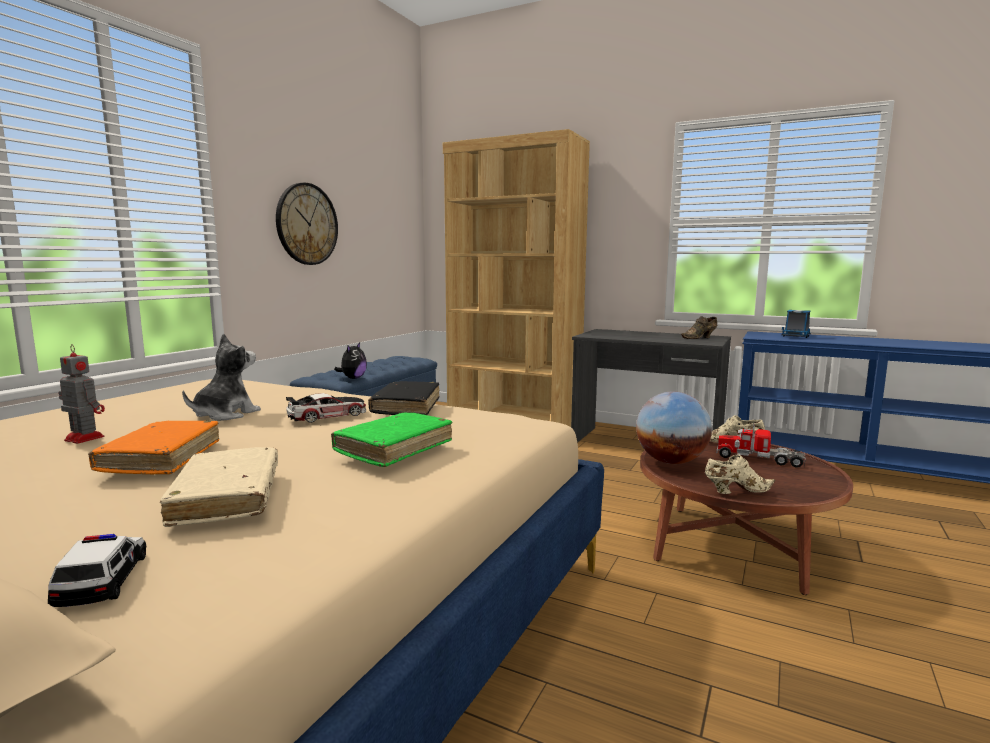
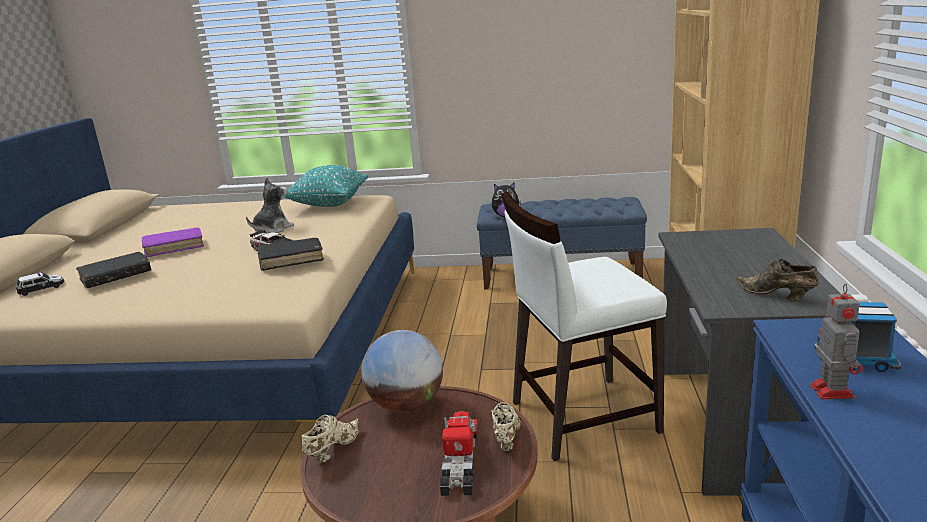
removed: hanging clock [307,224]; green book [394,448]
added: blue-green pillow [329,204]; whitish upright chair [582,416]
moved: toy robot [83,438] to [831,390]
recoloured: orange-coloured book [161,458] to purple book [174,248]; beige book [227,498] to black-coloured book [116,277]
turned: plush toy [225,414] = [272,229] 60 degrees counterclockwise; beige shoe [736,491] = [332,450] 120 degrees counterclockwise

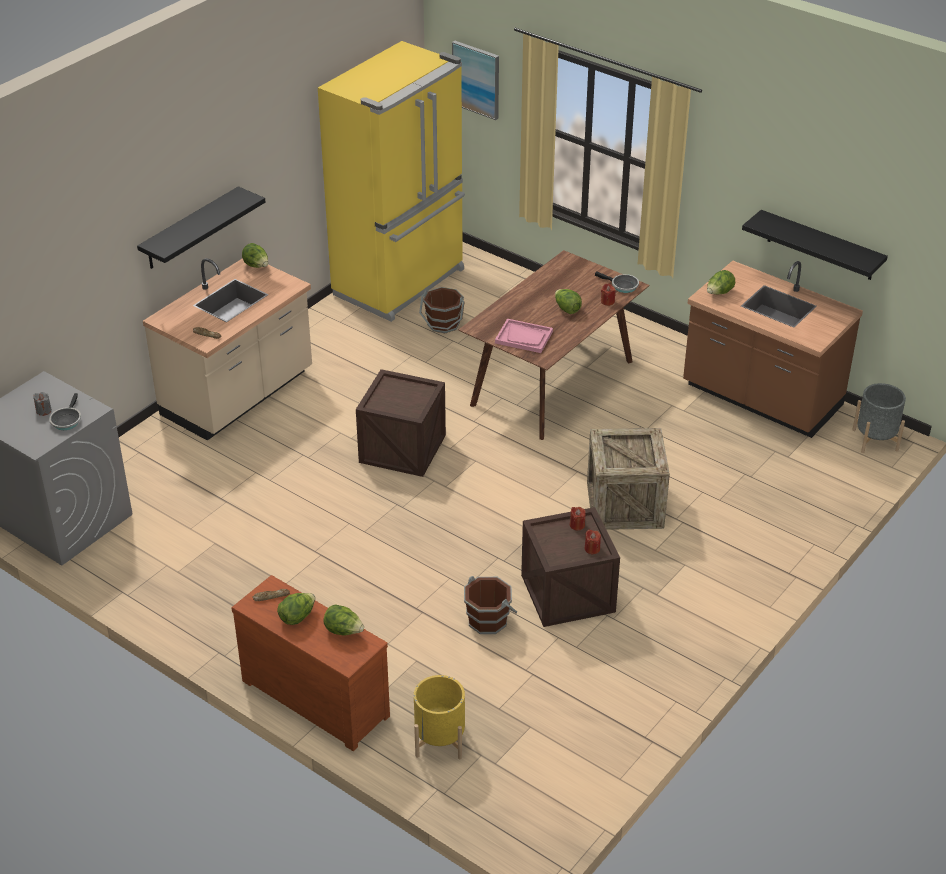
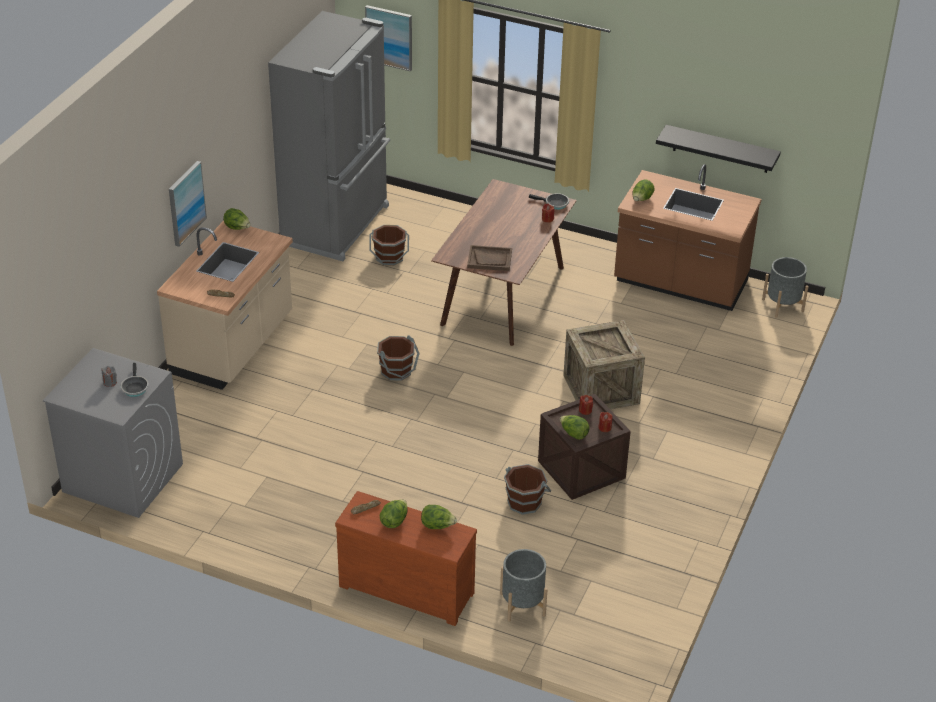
moved: lettuce [567,309] to [573,434]
replaced: black-coloured wall shelf [190,229] to wall art [186,203]; packing crate [402,448] to brown-coloured pail [397,371]
recoloured: yellow kitchen fridge [401,283] to gray kitchen fridge [338,225]; yellow planter [440,740] to gray planter [522,604]; pink-coloured carrying tray [524,337] to brown-coloured carrying tray [489,259]

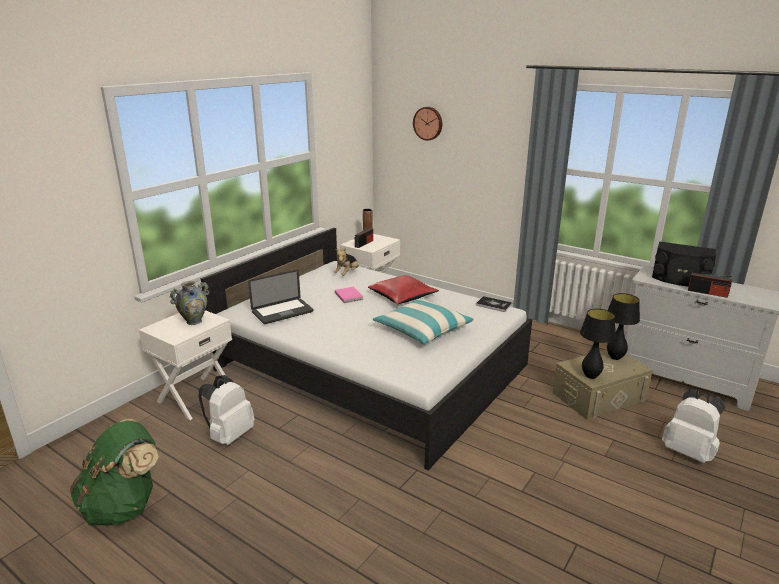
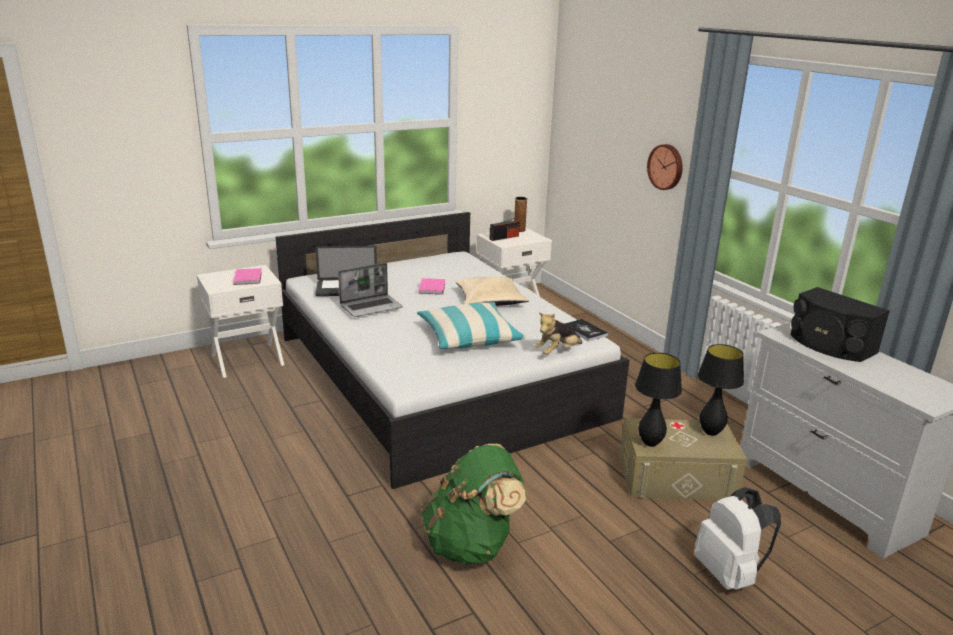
removed: whitish knapsack [229,435]; radio [707,293]
added: notebook computer [371,307]
moved: green knapsack [124,506] to [472,544]; plush toy [347,274] to [557,352]; hanging clock [428,123] to [666,167]
replaced: flower vase [194,321] to pink-coloured book [248,278]
recoloured: reddish pillow [402,296] to beige pillow [490,300]

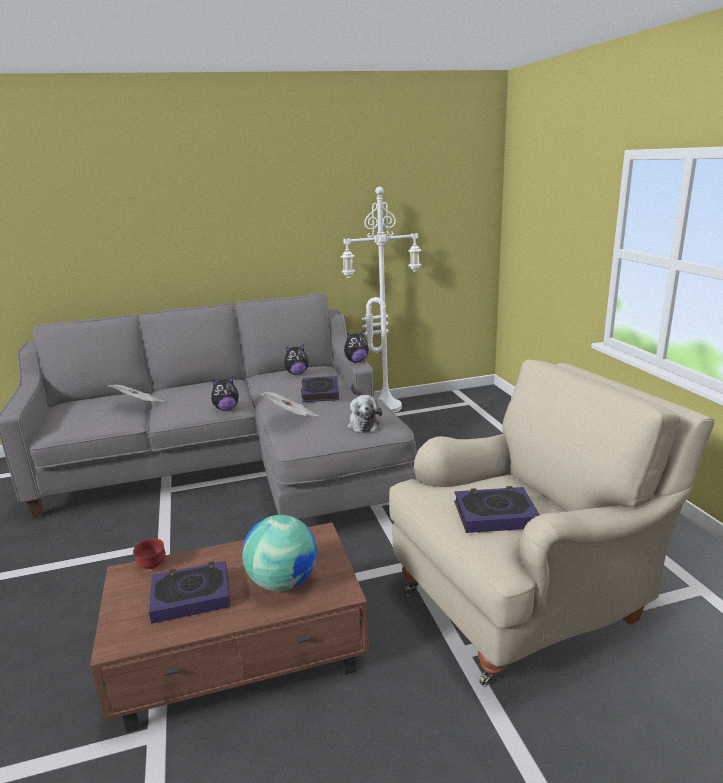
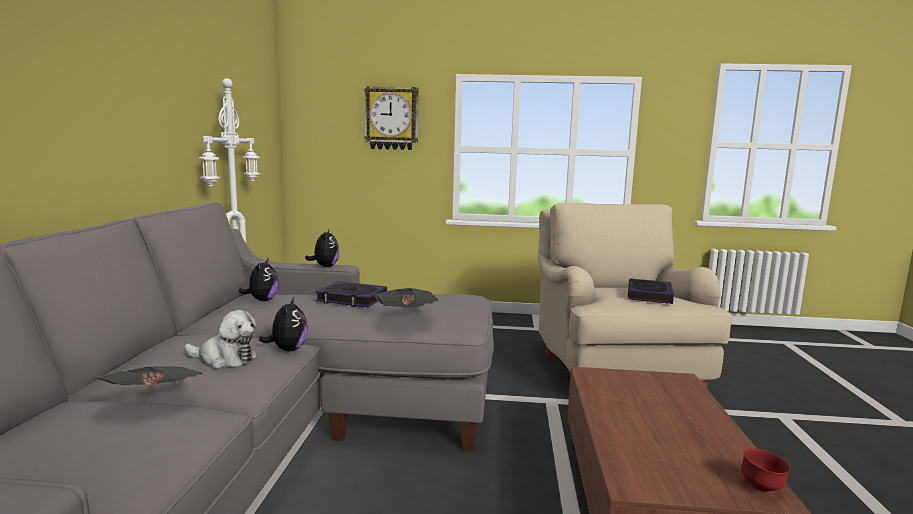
removed: book [191,596]; desk globe [282,582]
added: hanging clock [392,118]
moved: reddish bowl [152,566] to [762,488]; plush toy [363,424] to [225,359]

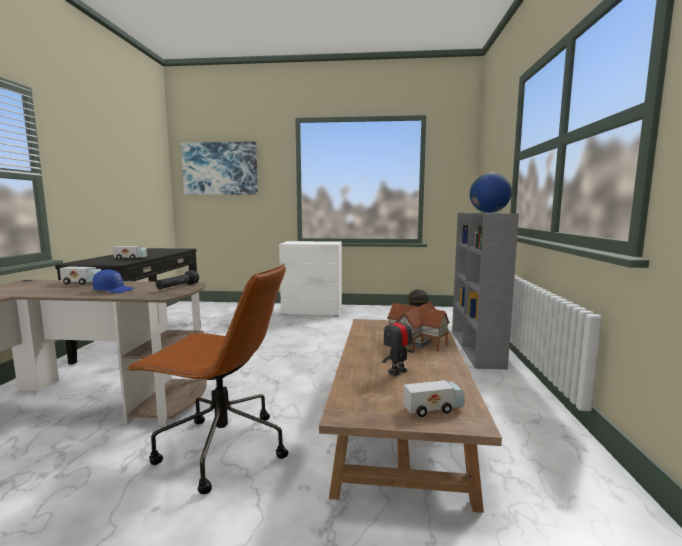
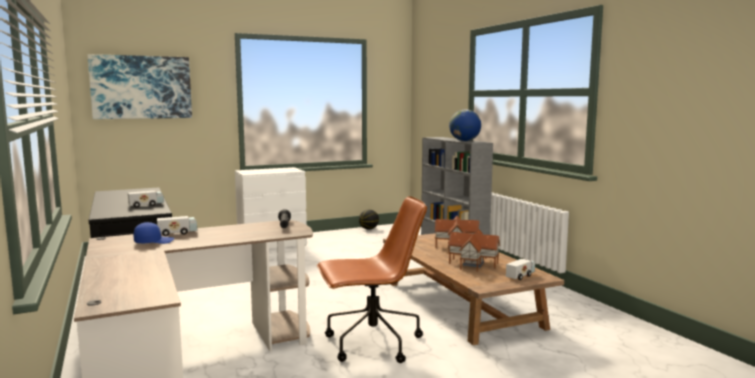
moved: blue-coloured baseball cap [114,290] to [154,242]
replaced: toy robot [397,372] to miniature house [474,264]

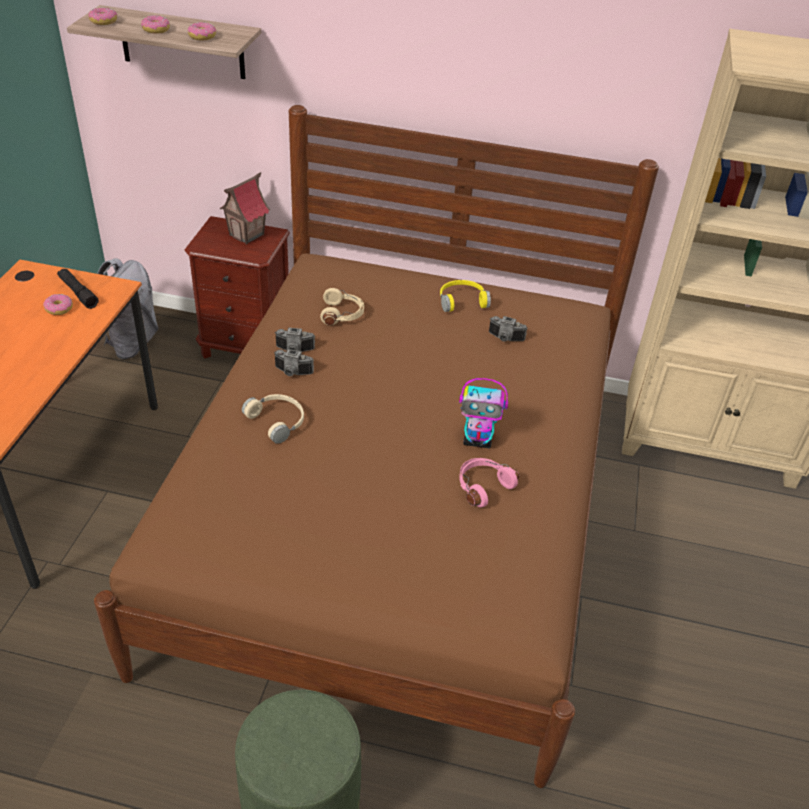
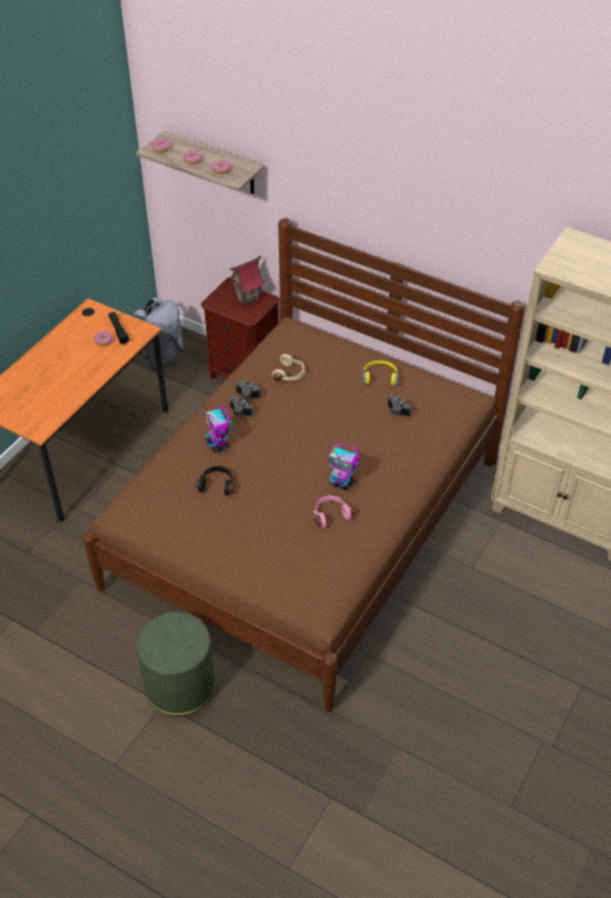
added: black-coloured pair of headphones [217,484]
replaced: beige pair of headphones [278,421] to toy robot [218,445]

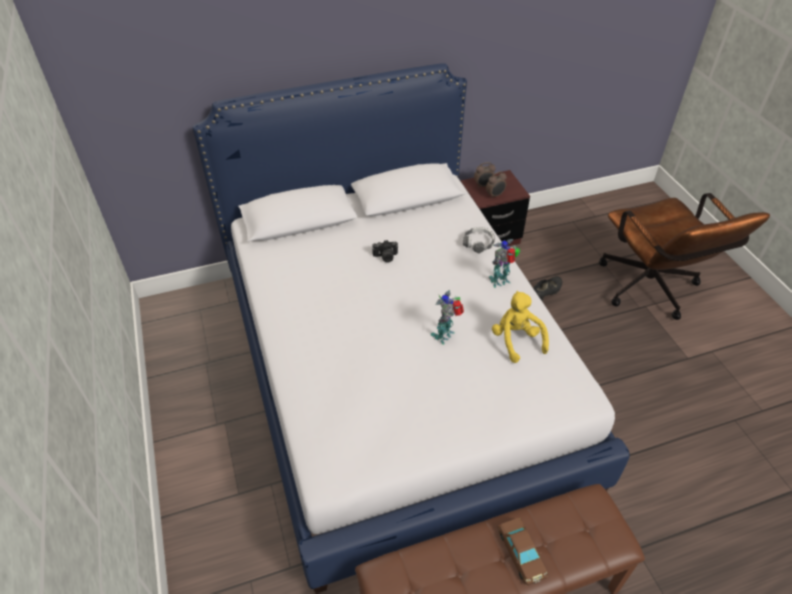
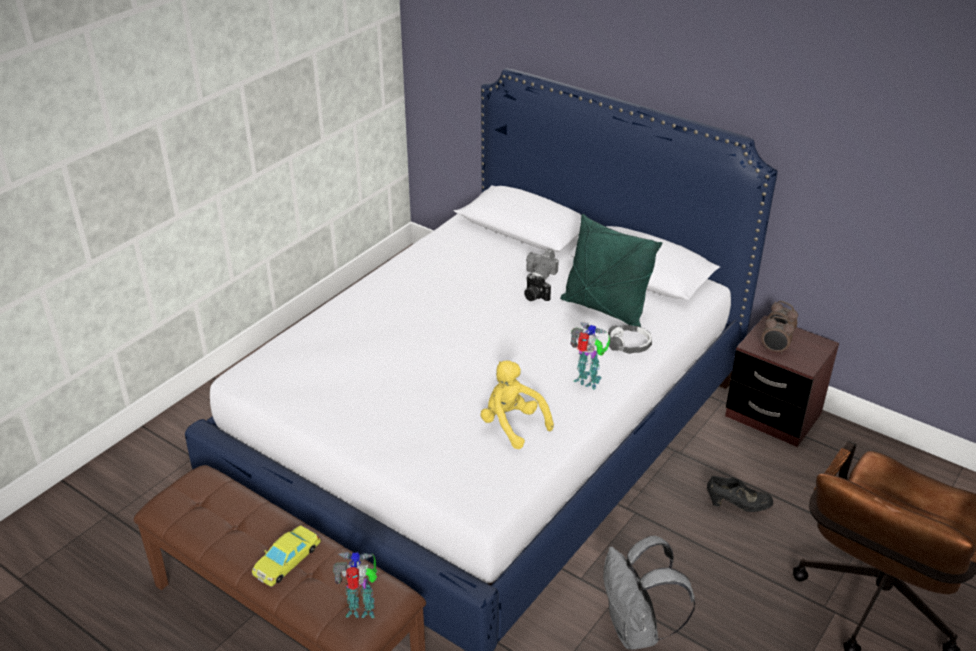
added: photo camera [541,274]; green pillow [605,309]; gray knapsack [636,630]
moved: toy robot [445,335] to [362,611]
recoloured: brown-coloured miniature car [521,552] to yellow miniature car [286,559]
turned: yellow plush toy [516,340] = [512,425] 75 degrees counterclockwise

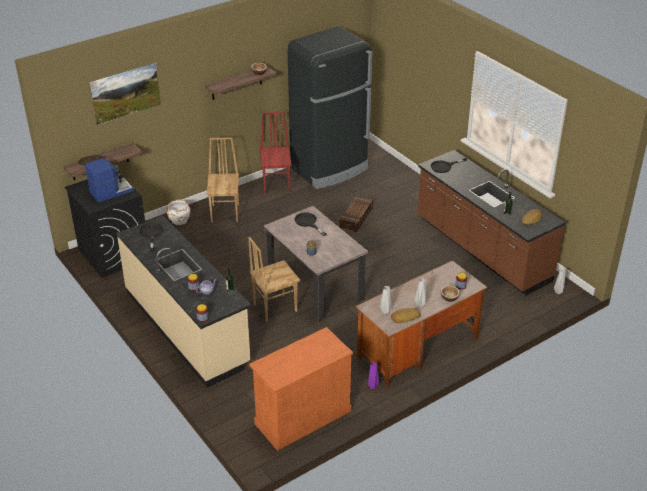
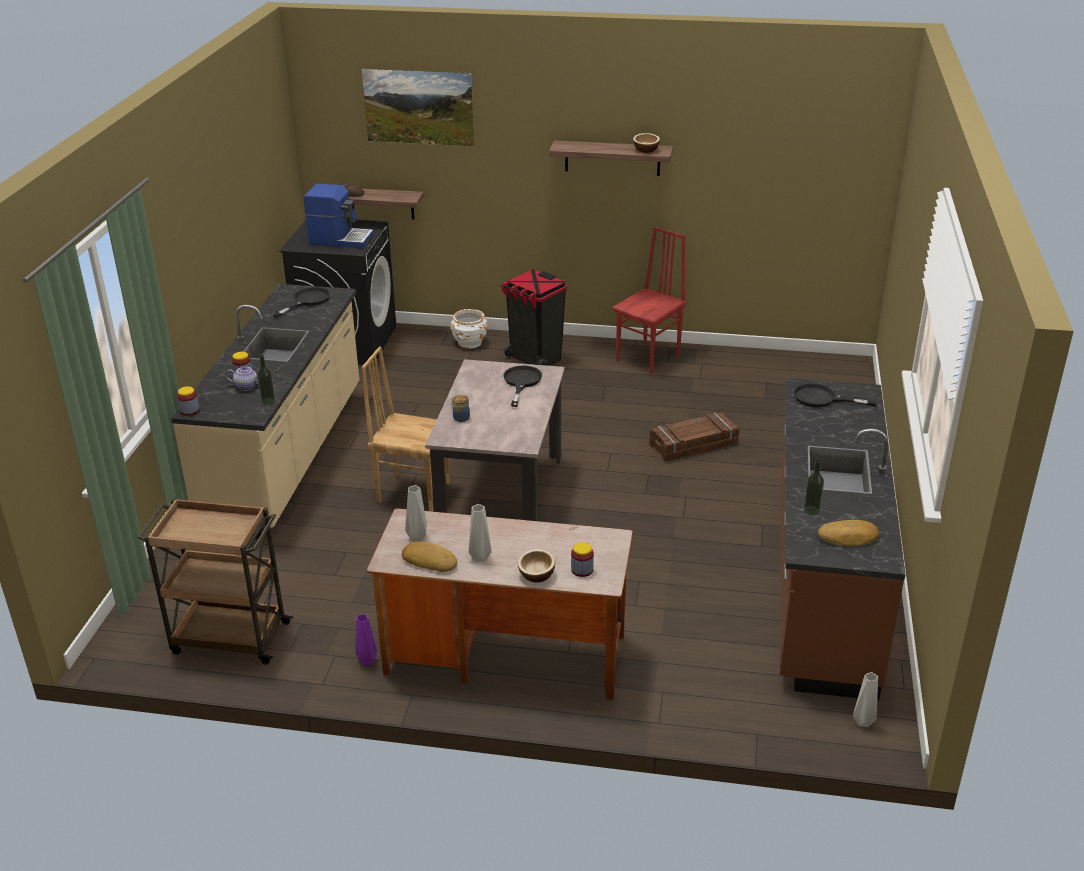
removed: black-coloured kitchen fridge [330,169]
replaced: brown-coloured upright chair [225,213] to black-coloured waste bin [535,359]; orange-coloured cupboard [302,417] to brown-coloured cart [228,637]

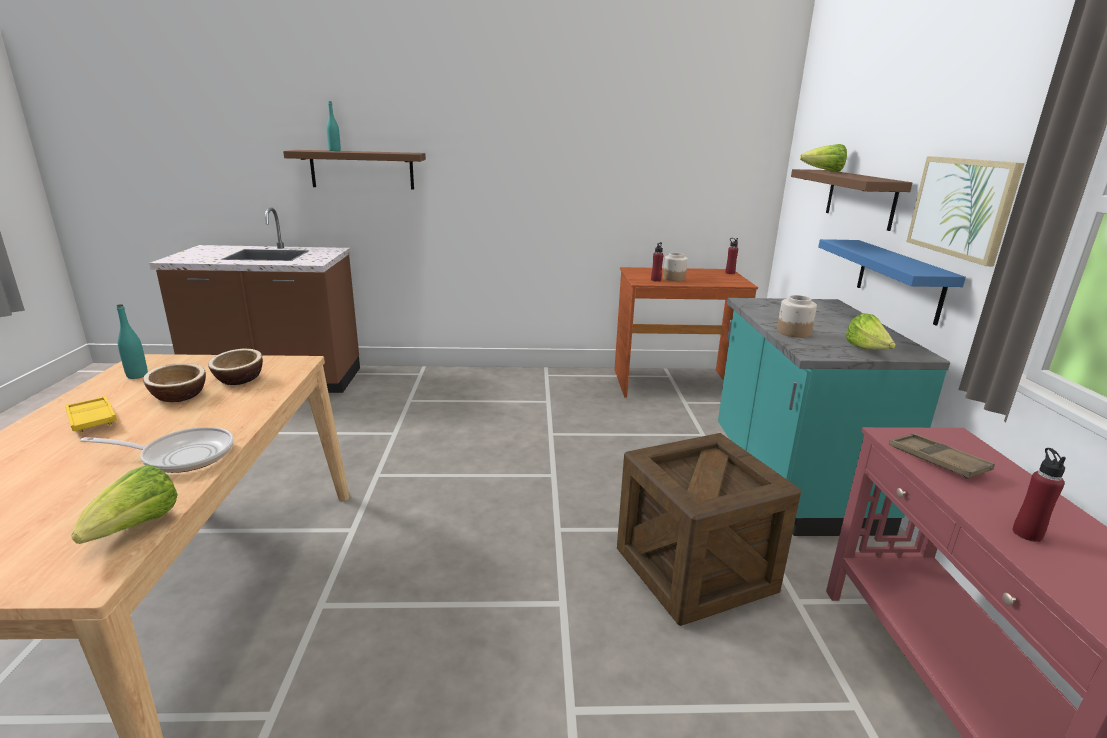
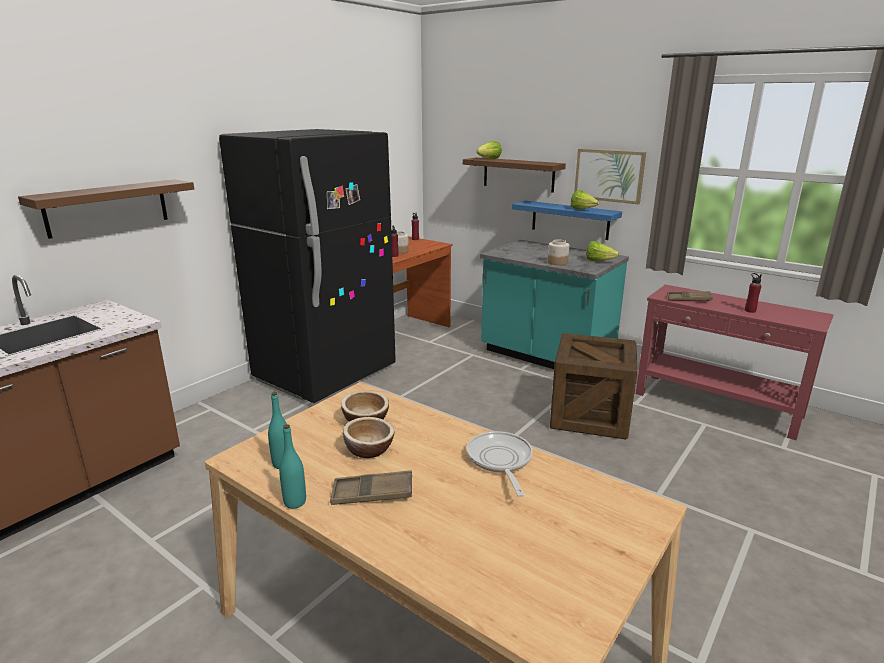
added: black-coloured kitchen fridge [326,374]
moved: lettuce [135,528] to [583,210]; blue-green bottle [334,150] to [295,502]
recoloured: yellow carrying tray [92,419] to brown-coloured carrying tray [372,493]
turned: frying pan [181,456] = [500,461] 45 degrees counterclockwise

